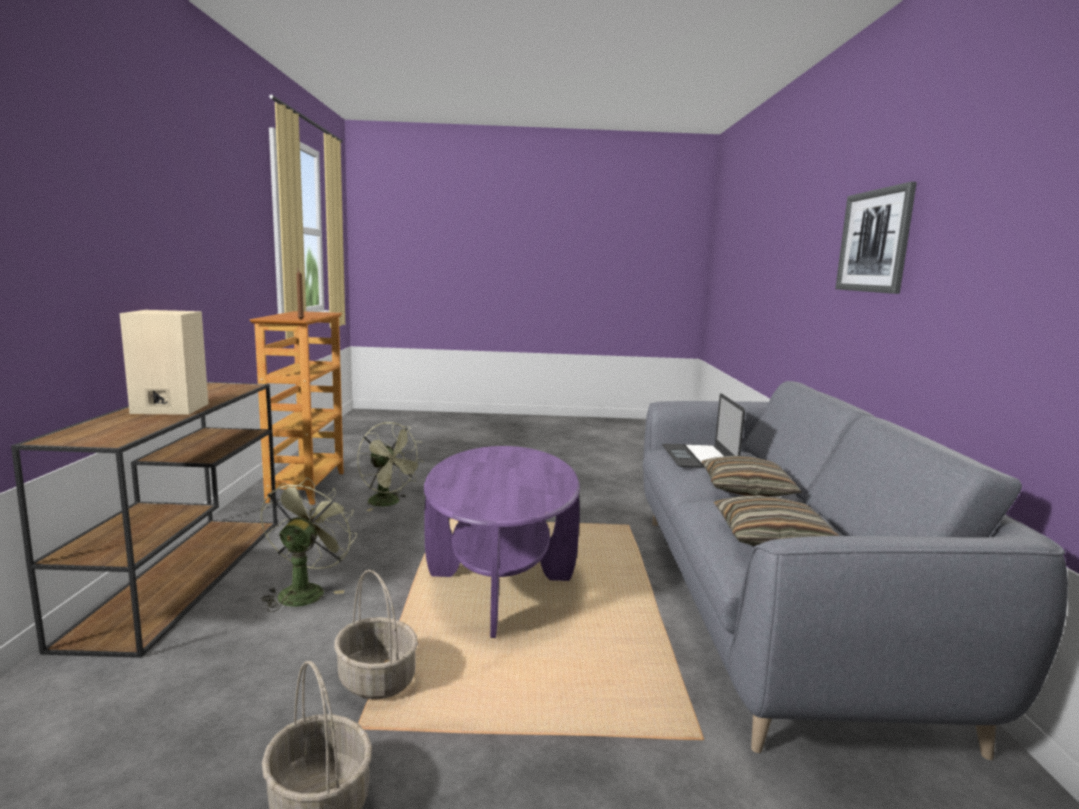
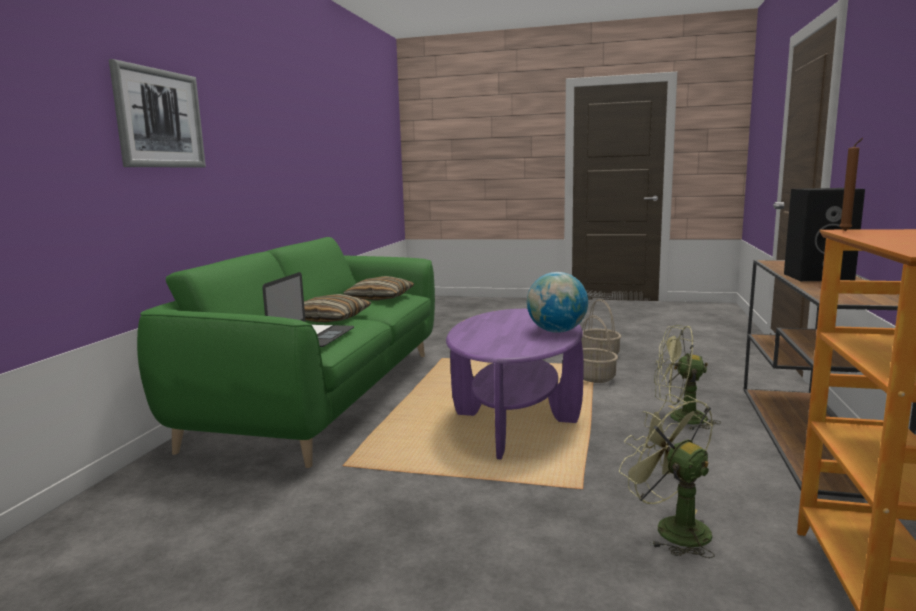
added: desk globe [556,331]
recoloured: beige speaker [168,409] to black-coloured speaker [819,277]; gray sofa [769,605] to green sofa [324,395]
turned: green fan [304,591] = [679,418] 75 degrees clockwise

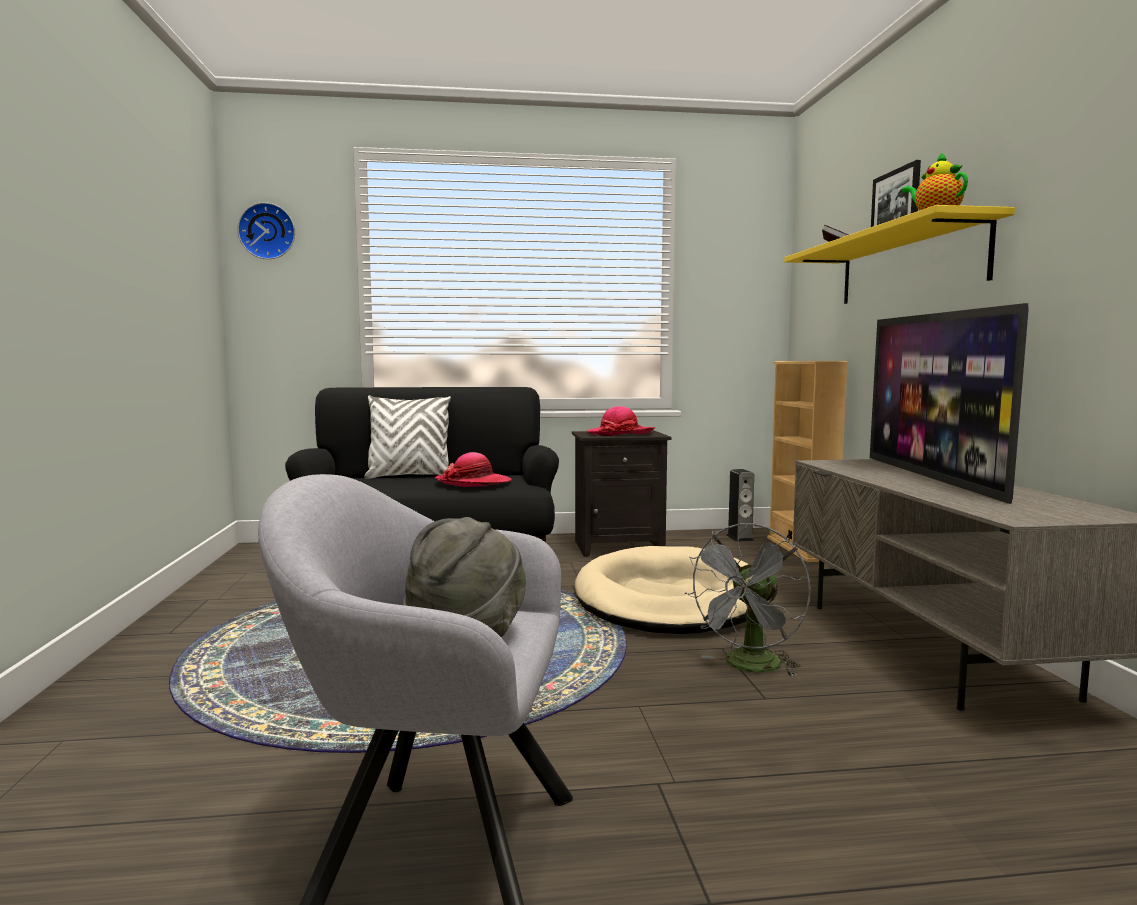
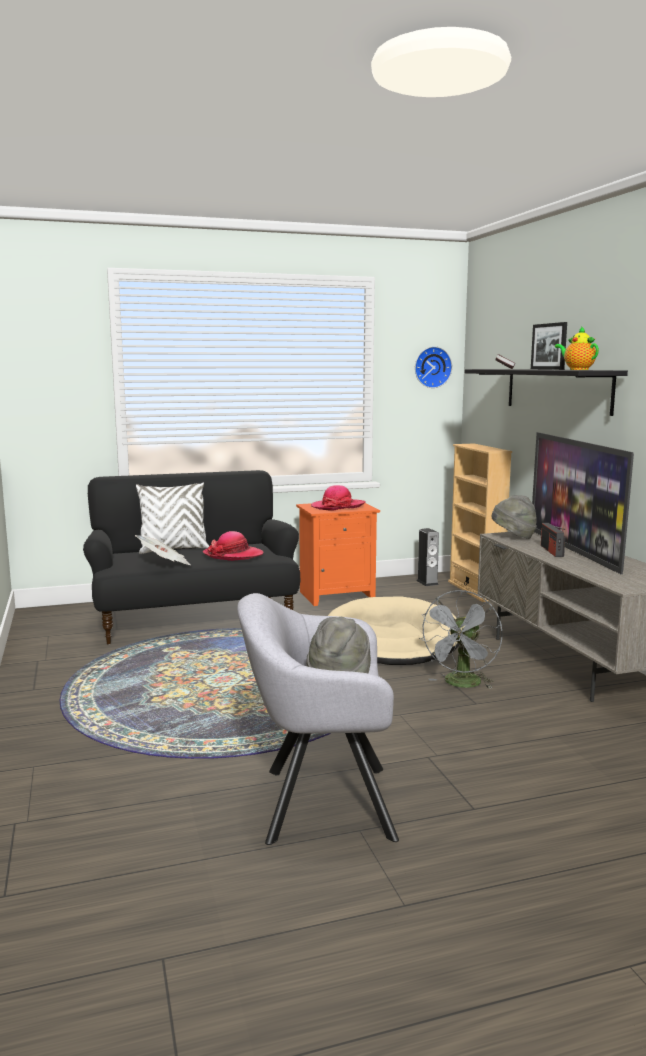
added: newspaper [164,564]; gray clothing hat [513,537]; radio [552,551]
moved: hanging clock [267,231] to [432,367]
recoloured: black-coloured bedside table [619,546] to orange-coloured bedside table [337,595]; yellow wall shelf [908,265] to black-coloured wall shelf [557,390]

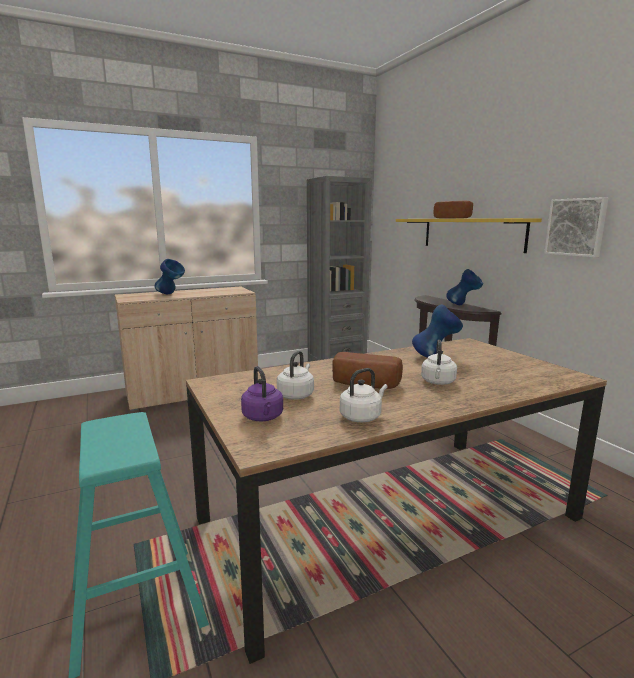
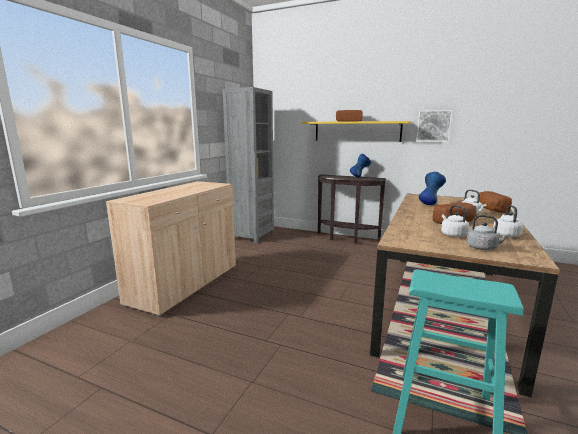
removed: blue-coloured flower vase [170,294]
added: bread [490,209]
recoloured: purple water kettle [263,417] to gray water kettle [483,248]

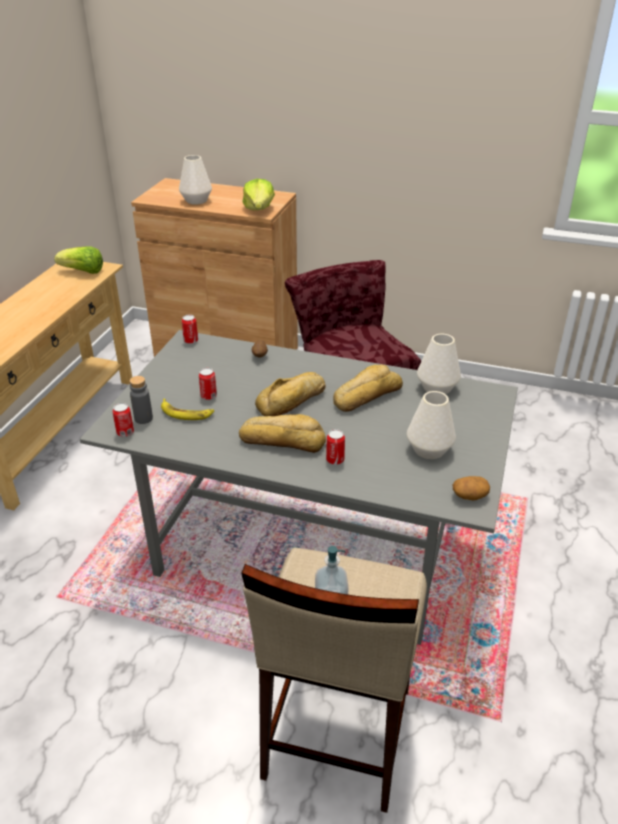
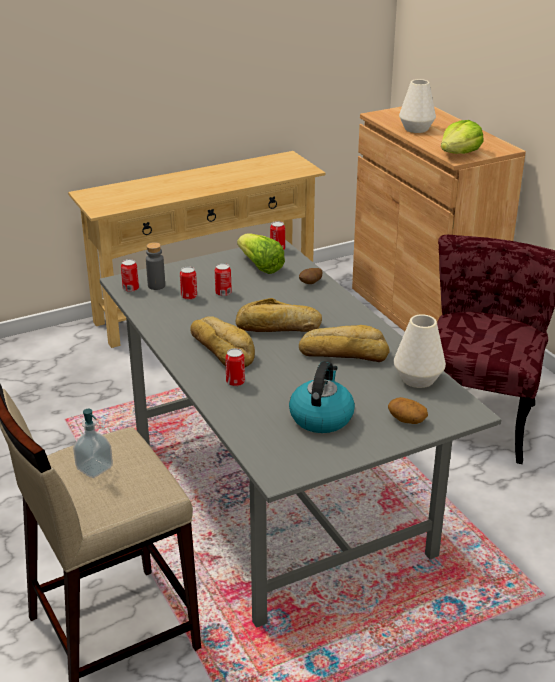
moved: lettuce [83,272] to [260,266]; whole potato [469,495] to [406,419]
replaced: whole banana [186,413] to sealed can [189,296]; whitish flower vase [429,449] to water kettle [321,417]

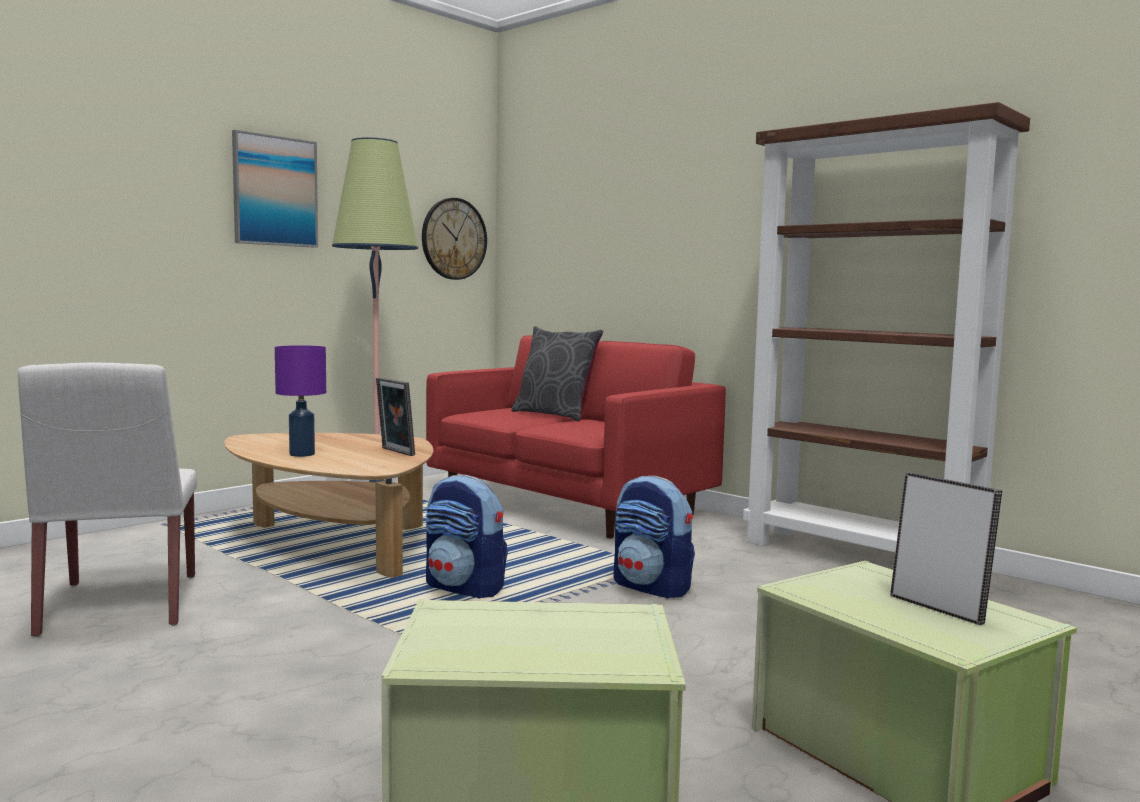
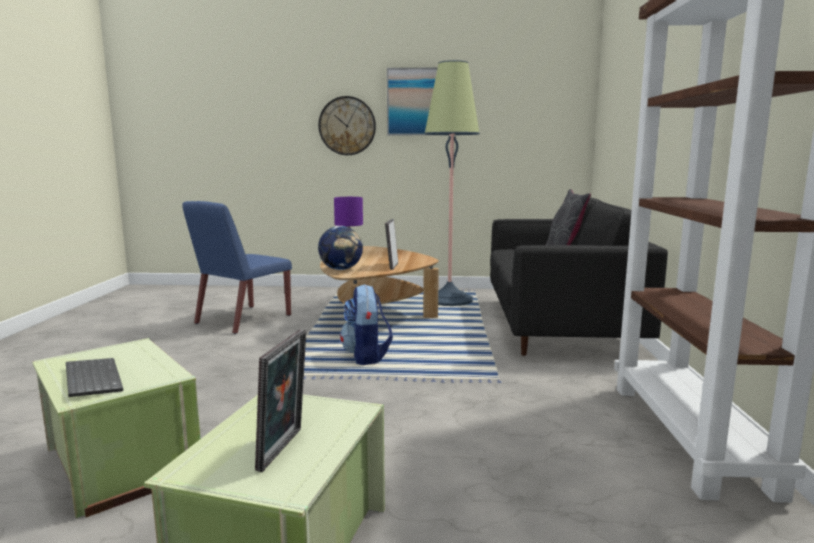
removed: knapsack [652,587]
added: keyboard [91,379]; desk globe [341,269]
moved: hanging clock [454,239] to [347,126]
recoloured: whitish upright chair [120,605] to blue-coloured upright chair [242,320]; reddish sofa [566,504] to black-coloured sofa [557,326]

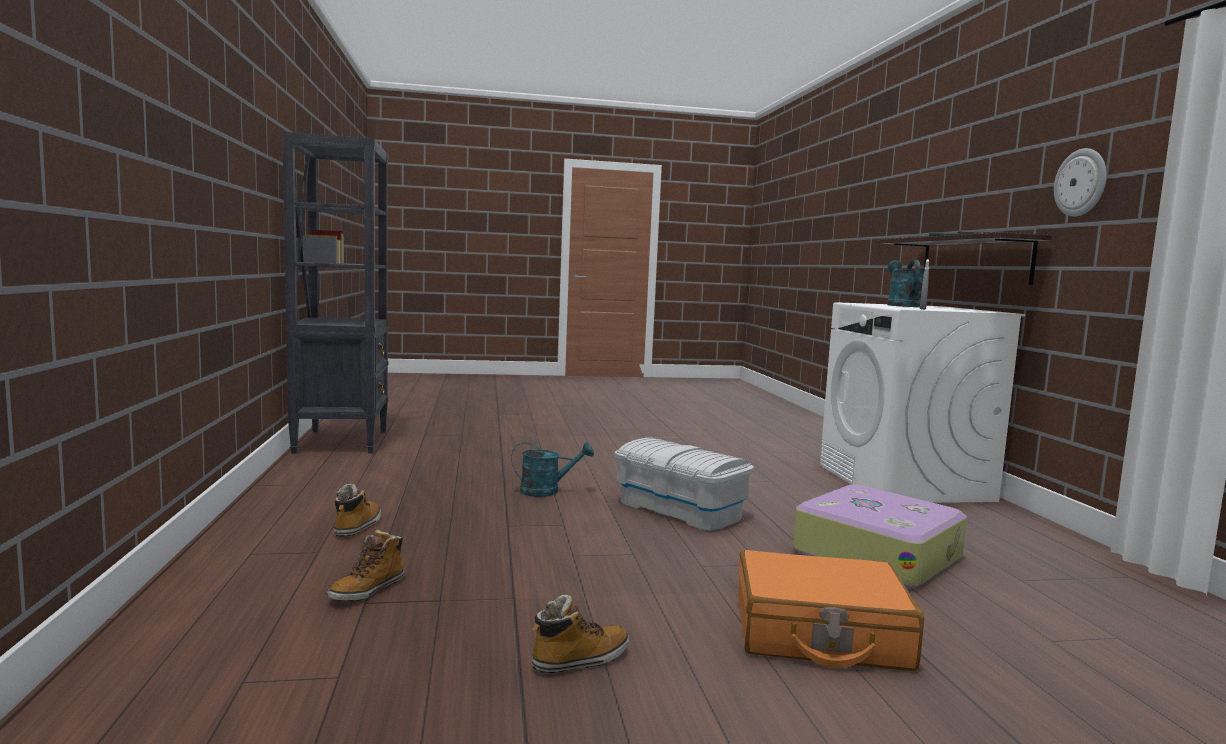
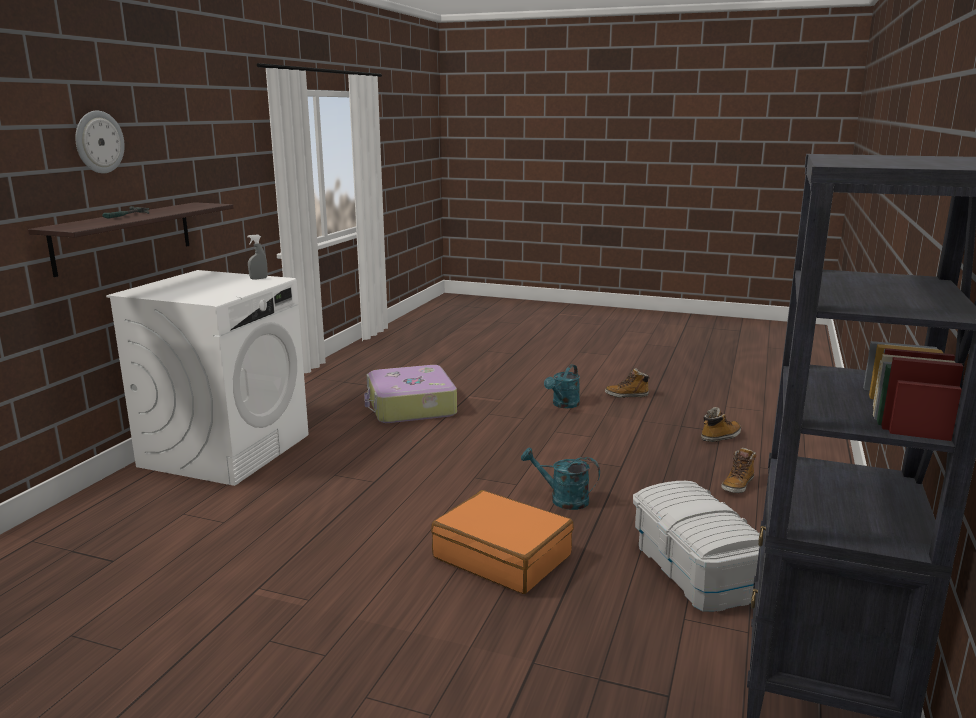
moved: whitish storage container [679,510] to [695,570]; orange-coloured piece of luggage [819,634] to [502,556]; blue-green watering can [901,305] to [563,405]; hanging clock [1081,183] to [98,142]

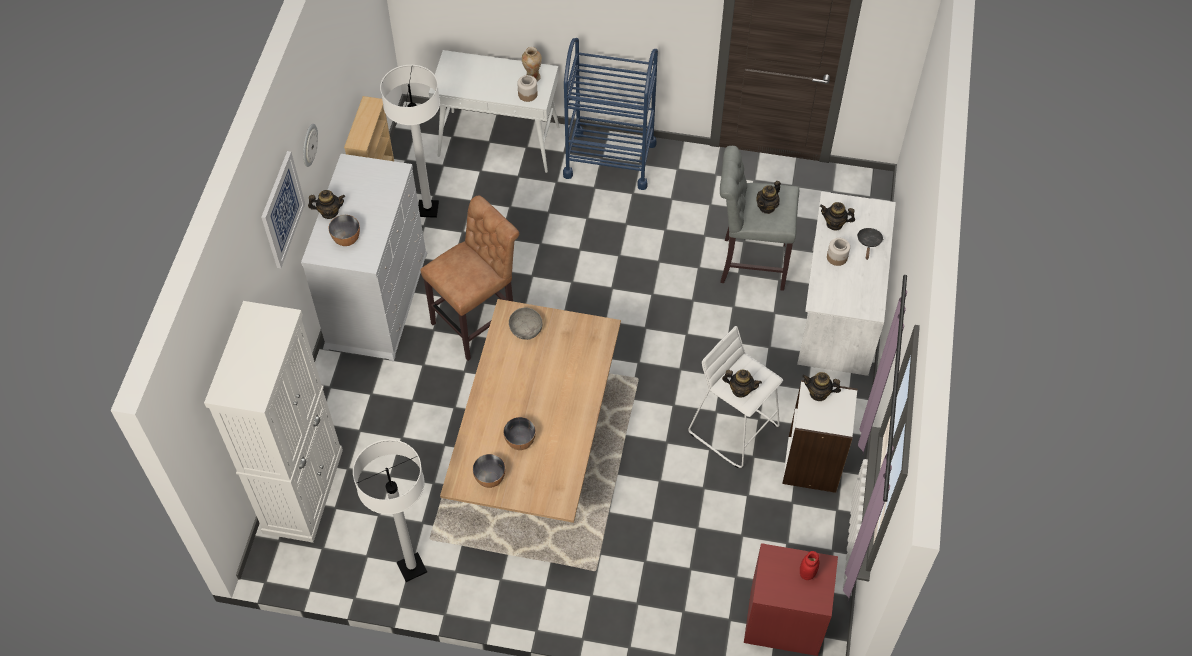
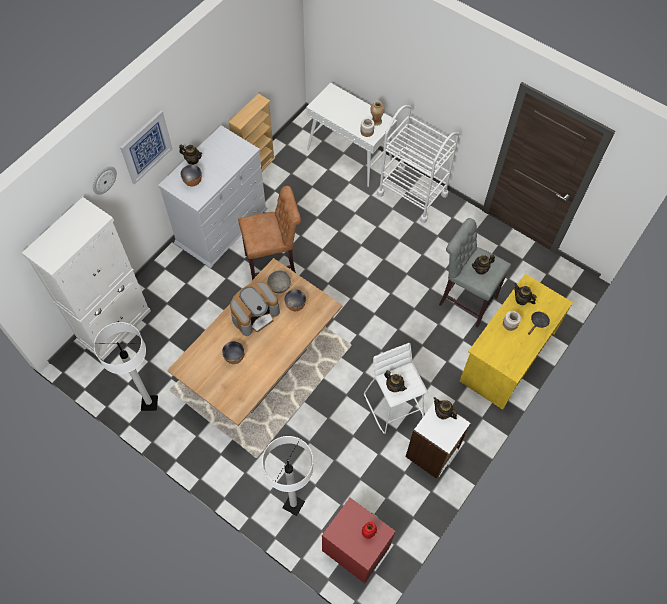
added: coffee machine [255,314]
moved: hanging clock [308,145] to [103,179]; whitish floor lamp [428,209] to [293,505]; bowl [490,478] to [295,305]
recoloured: blue-coloured cart [610,159] to whitish cart [412,194]; whitish desk table [838,310] to yellow desk table [506,356]

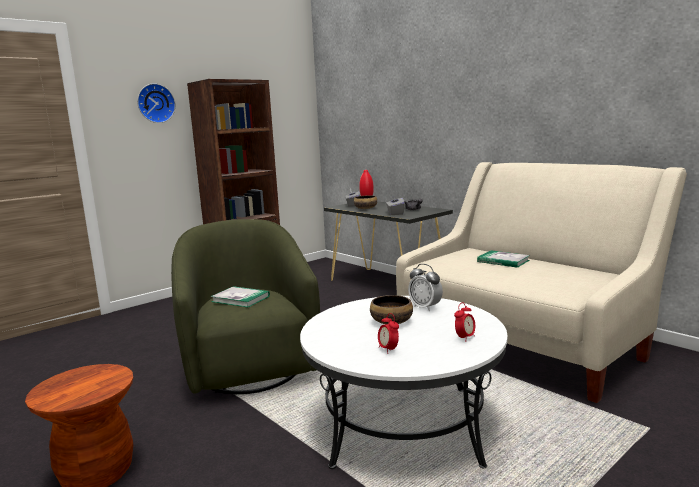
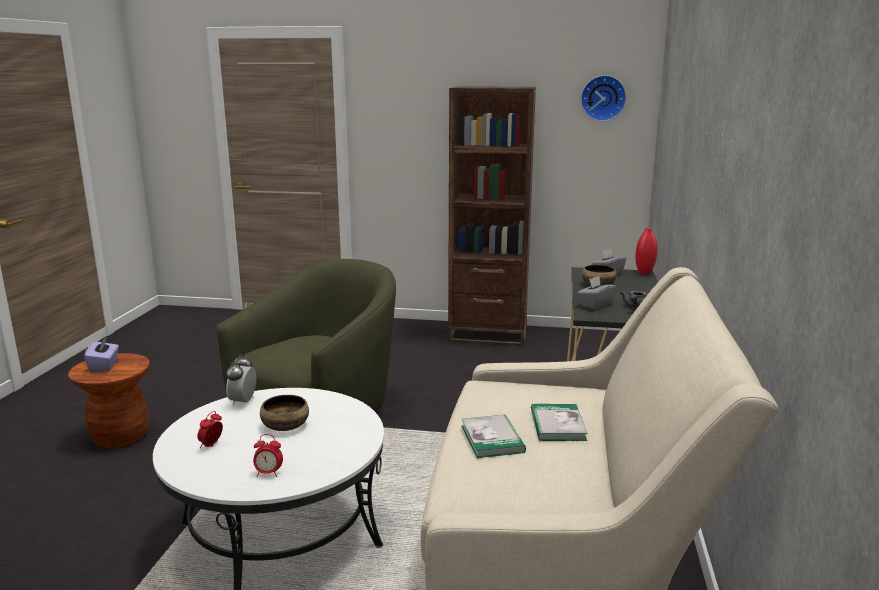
added: purple box of tissues [104,366]
moved: hanging clock [155,103] to [603,98]; book [240,299] to [492,439]; alarm clock [425,307] to [243,401]

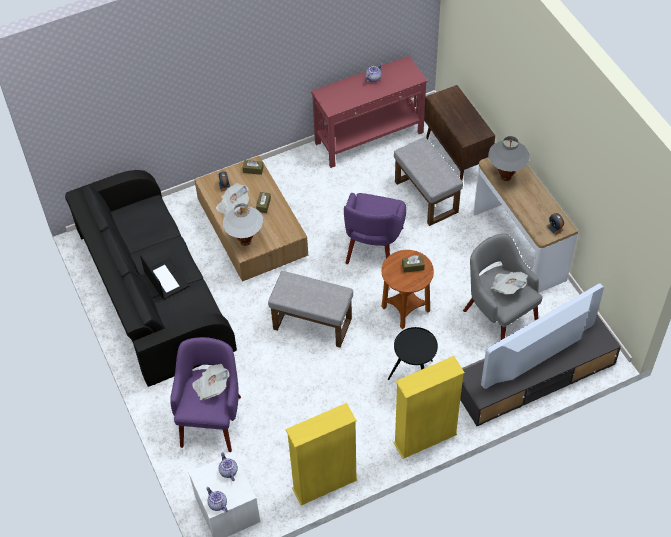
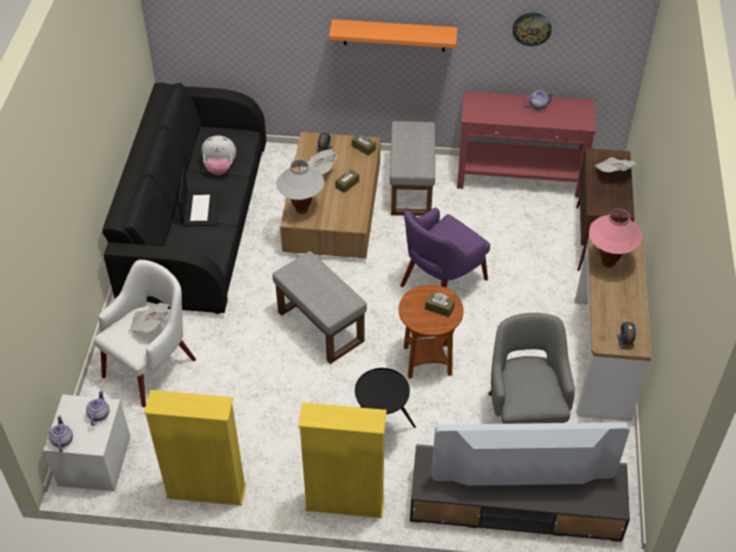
added: plush toy [220,168]; orange-coloured wall shelf [394,35]; hanging clock [531,28]
moved: gray footrest [427,197] to [412,189]; newspaper [507,287] to [613,172]
recoloured: purple easy chair [211,418] to whitish easy chair [152,366]; gray table lamp [505,177] to pink-coloured table lamp [608,262]

